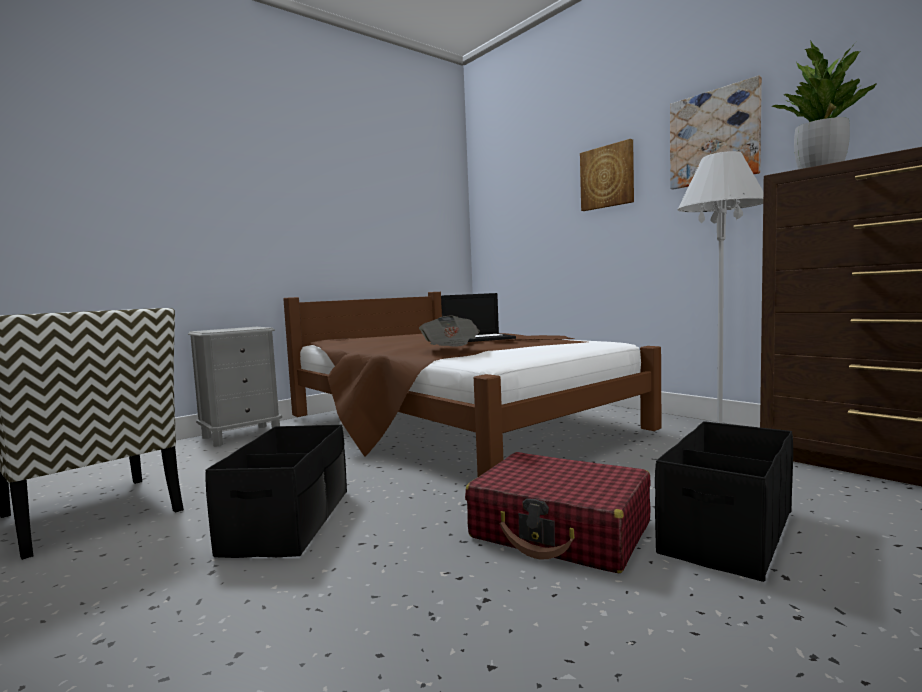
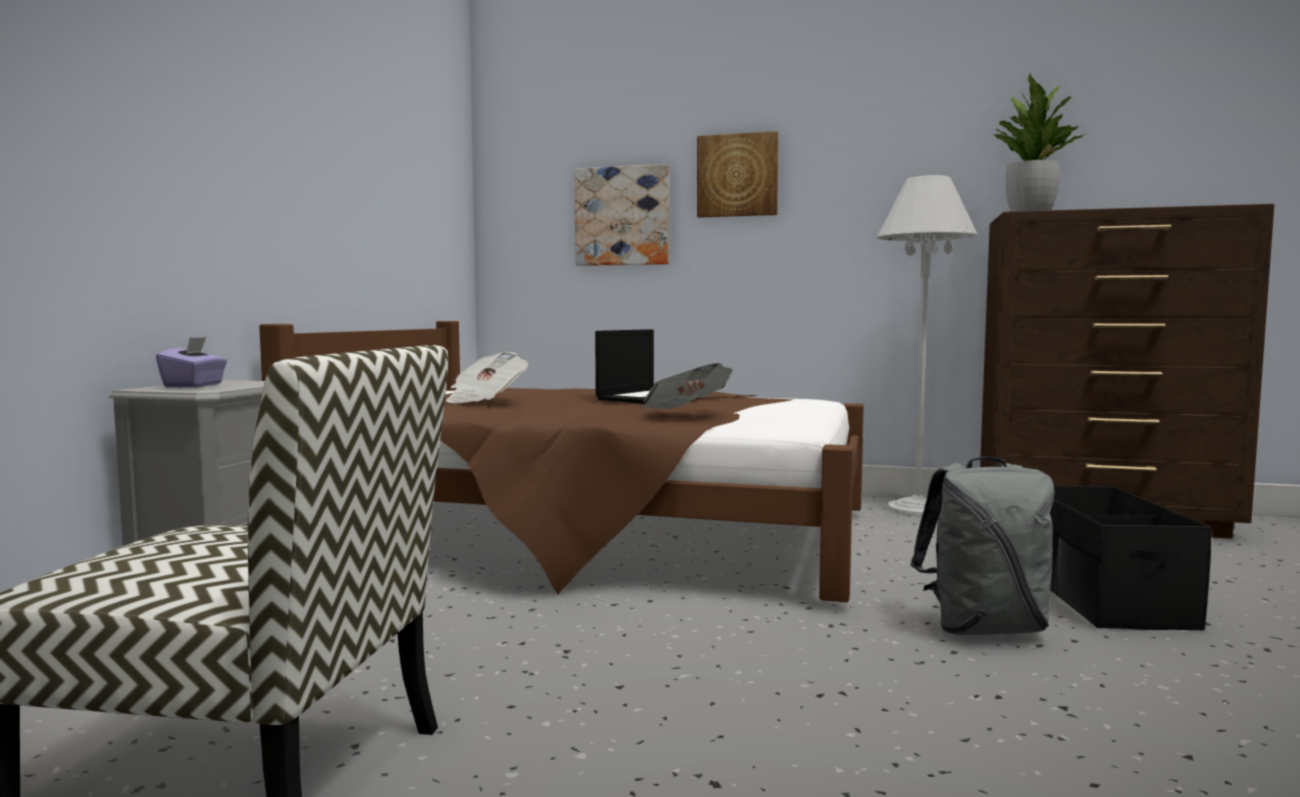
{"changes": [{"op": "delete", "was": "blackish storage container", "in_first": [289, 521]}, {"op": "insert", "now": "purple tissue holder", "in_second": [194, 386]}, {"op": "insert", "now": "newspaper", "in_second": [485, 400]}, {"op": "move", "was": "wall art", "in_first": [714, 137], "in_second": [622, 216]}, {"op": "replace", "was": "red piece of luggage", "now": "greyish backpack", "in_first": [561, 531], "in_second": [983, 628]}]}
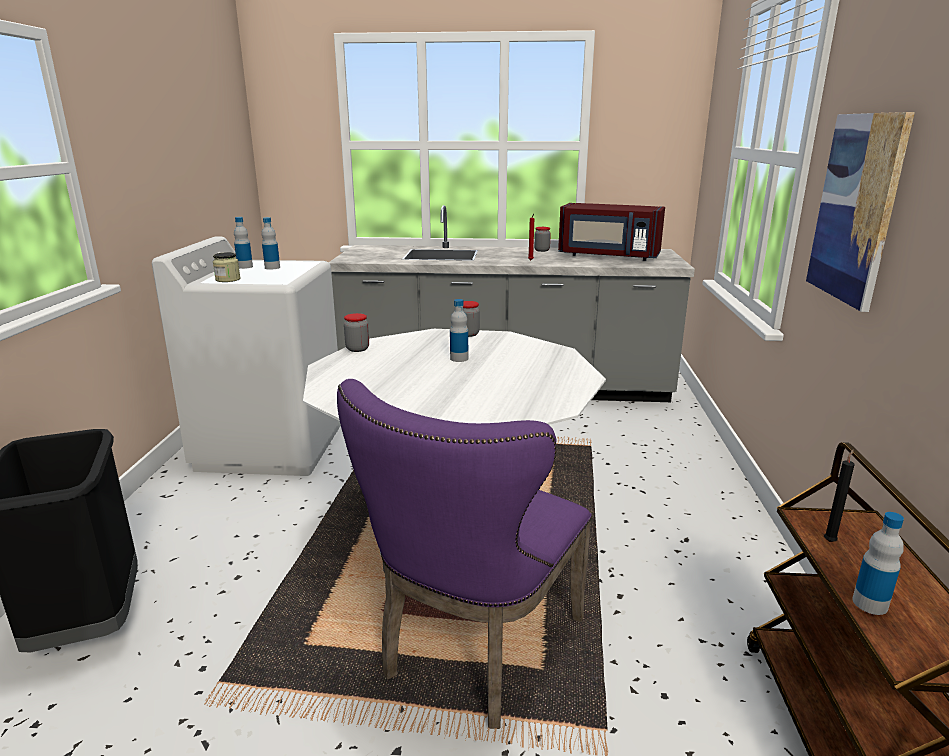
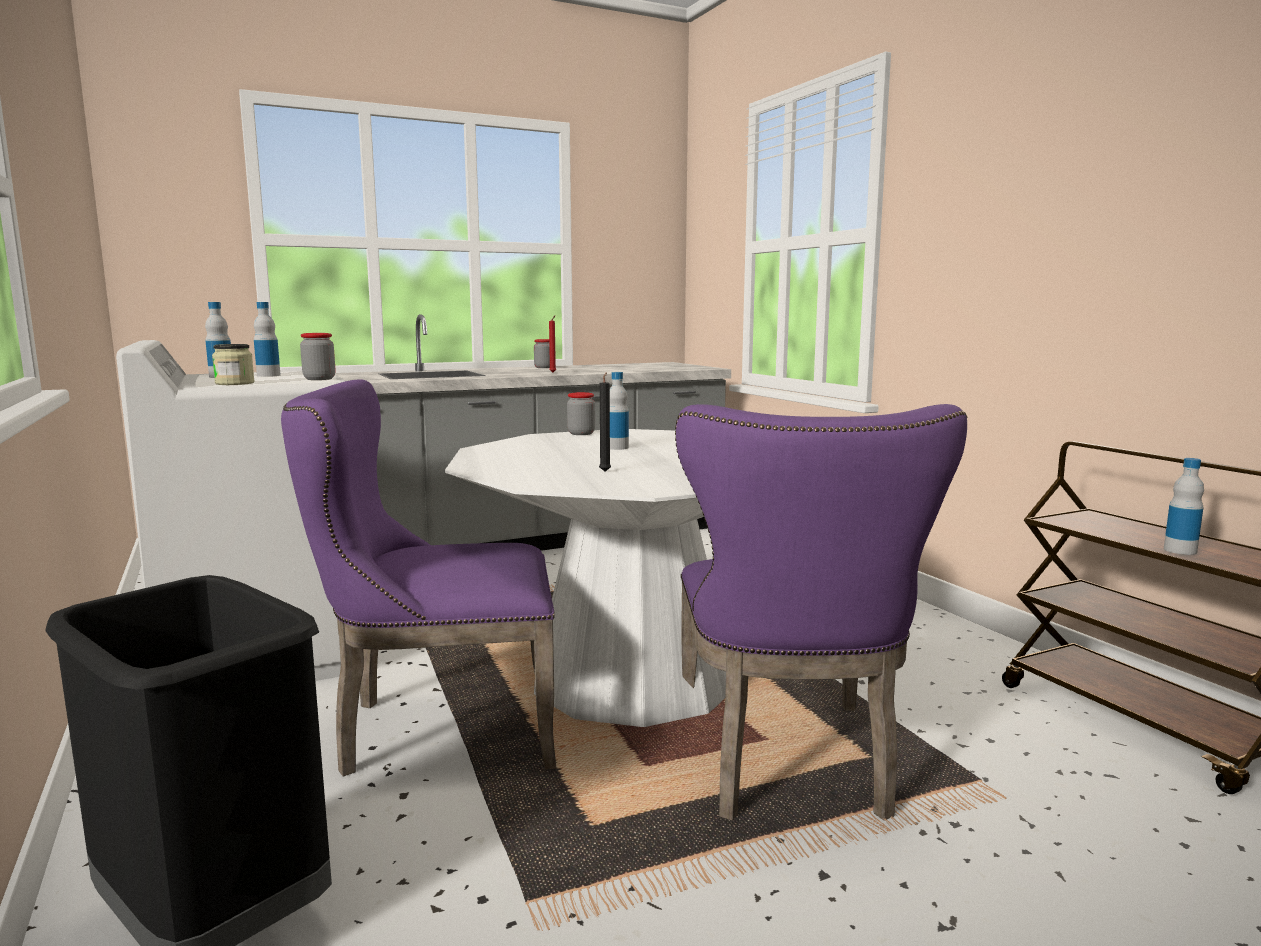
{"changes": [{"op": "delete", "was": "red microwave oven", "in_first": [608, 256]}, {"op": "delete", "was": "wall art", "in_first": [856, 208]}, {"op": "insert", "now": "purple upright chair", "in_second": [436, 730]}, {"op": "move", "was": "preserve jar", "in_first": [357, 349], "in_second": [319, 379]}, {"op": "move", "was": "blackish candle", "in_first": [830, 541], "in_second": [605, 471]}]}
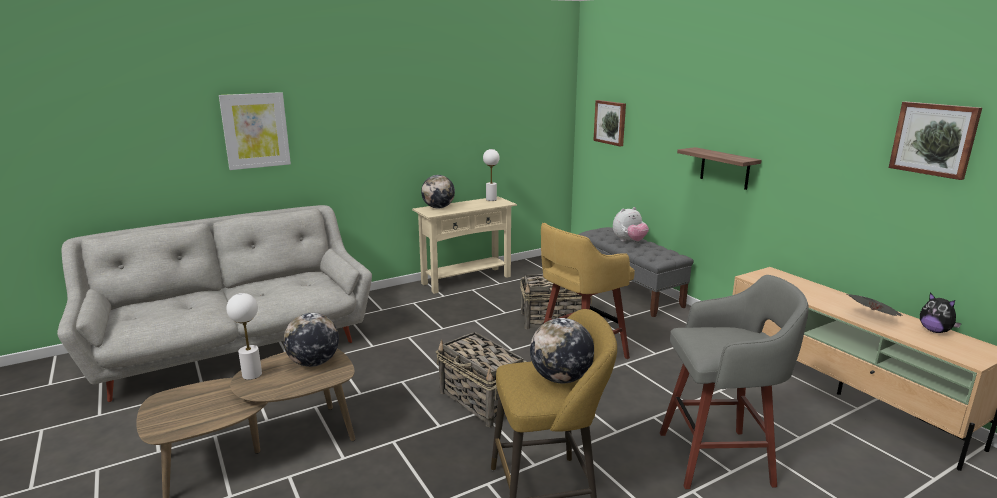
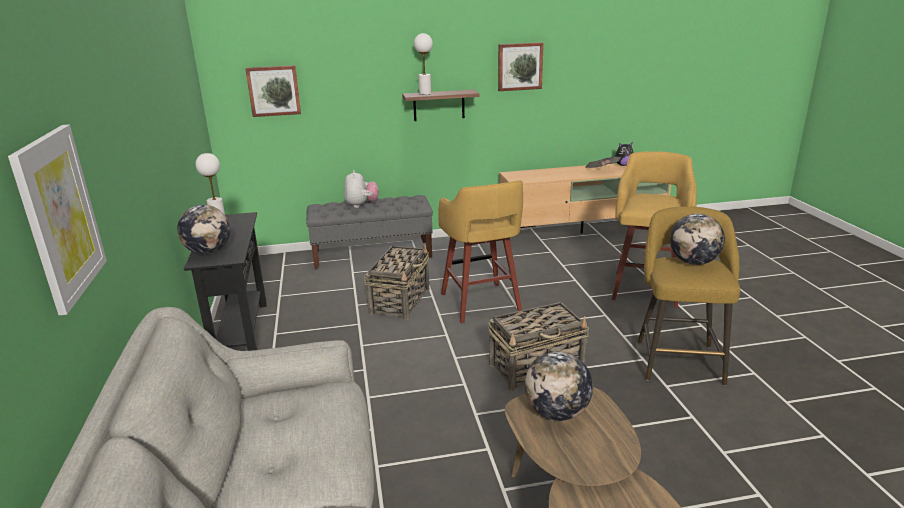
{"changes": [{"op": "move", "was": "white-coloured tabletop lamp", "in_first": [252, 374], "in_second": [425, 93]}, {"op": "move", "was": "wall art", "in_first": [934, 139], "in_second": [519, 66]}, {"op": "recolor", "was": "sand-coloured console table", "now": "blackish console table", "in_first": [466, 280], "in_second": [241, 333]}, {"op": "recolor", "was": "greyish sitting stool", "now": "yellow-coloured sitting stool", "in_first": [719, 458], "in_second": [645, 288]}]}
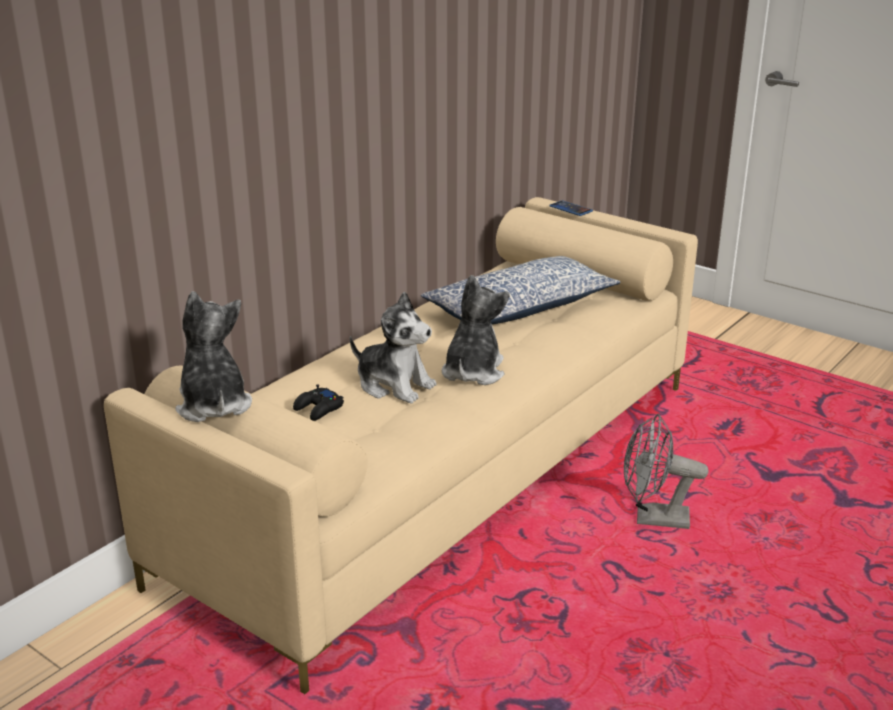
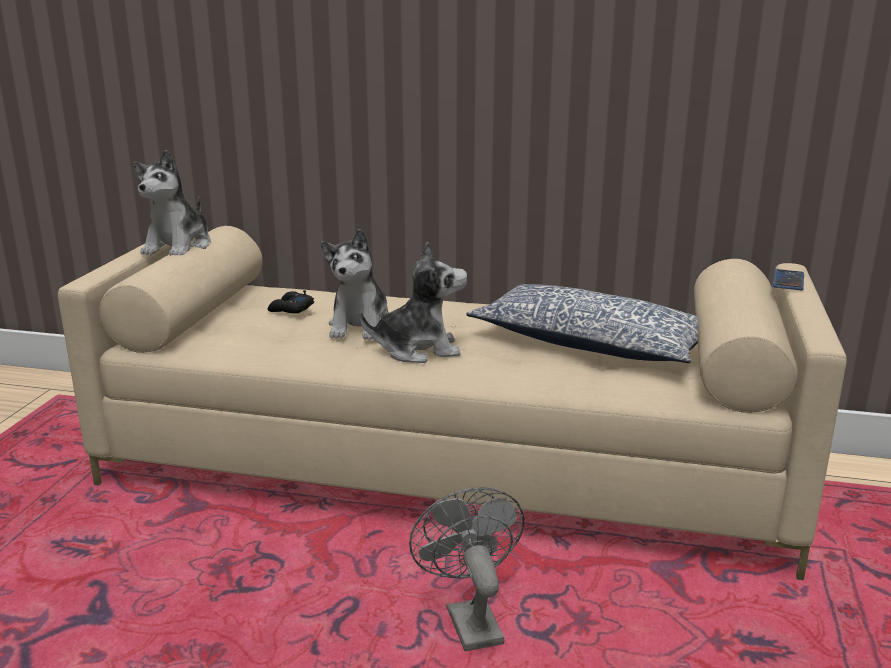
{"changes": [{"op": "rotate", "was": "soft toy", "in_first": [213, 405], "in_second": [179, 246], "clockwise": 150}]}
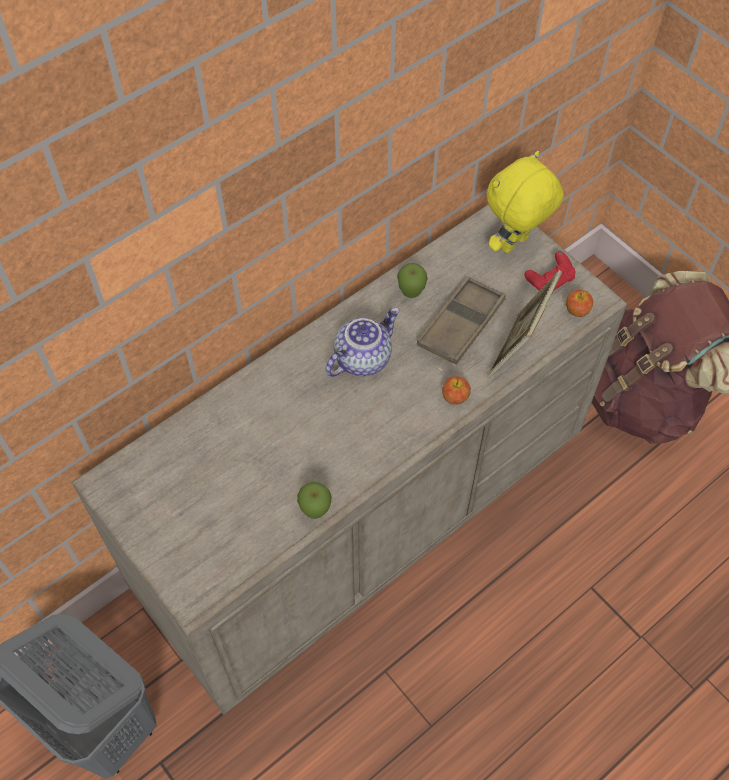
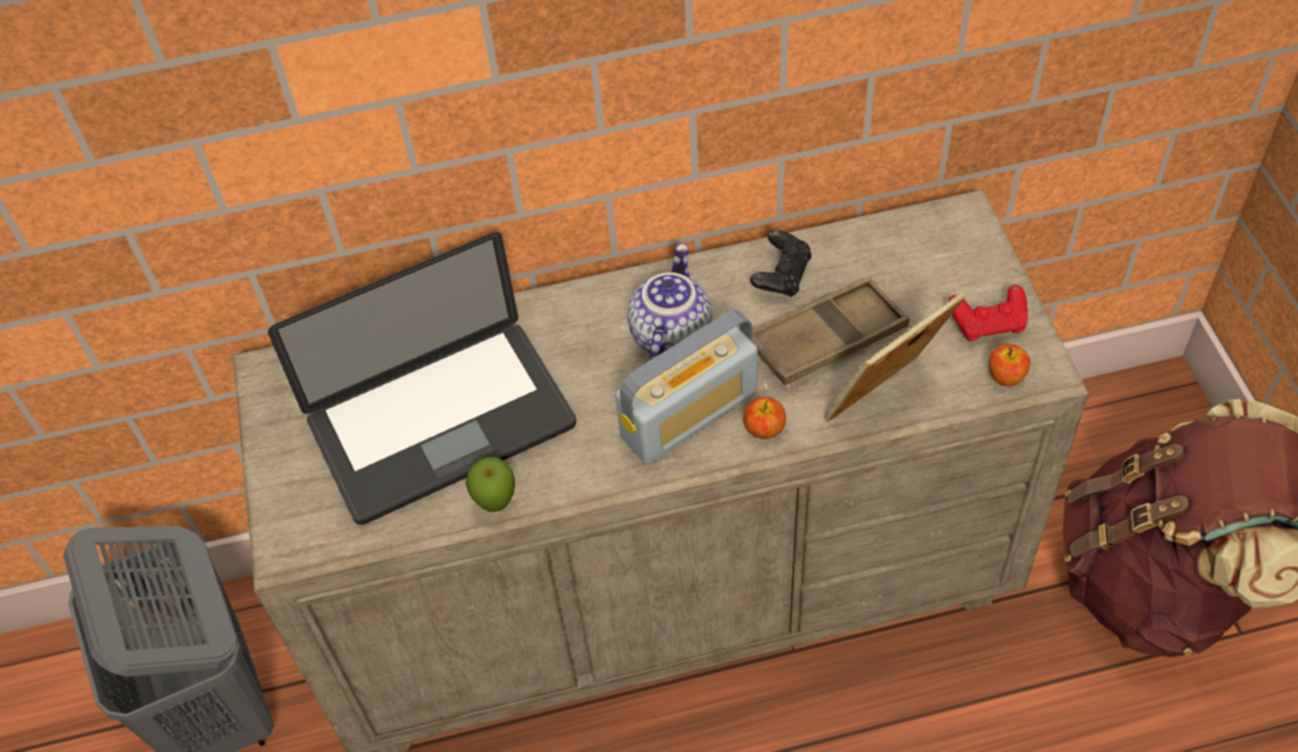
{"changes": [{"op": "delete", "was": "yellow-coloured soft toy", "in_first": [515, 245]}, {"op": "insert", "now": "laptop", "in_second": [441, 424]}, {"op": "insert", "now": "radio", "in_second": [689, 414]}, {"op": "replace", "was": "whole apple", "now": "blackish gamepad", "in_first": [411, 294], "in_second": [781, 275]}, {"op": "rotate", "was": "pot for tea", "in_first": [362, 357], "in_second": [669, 334], "clockwise": -60}]}
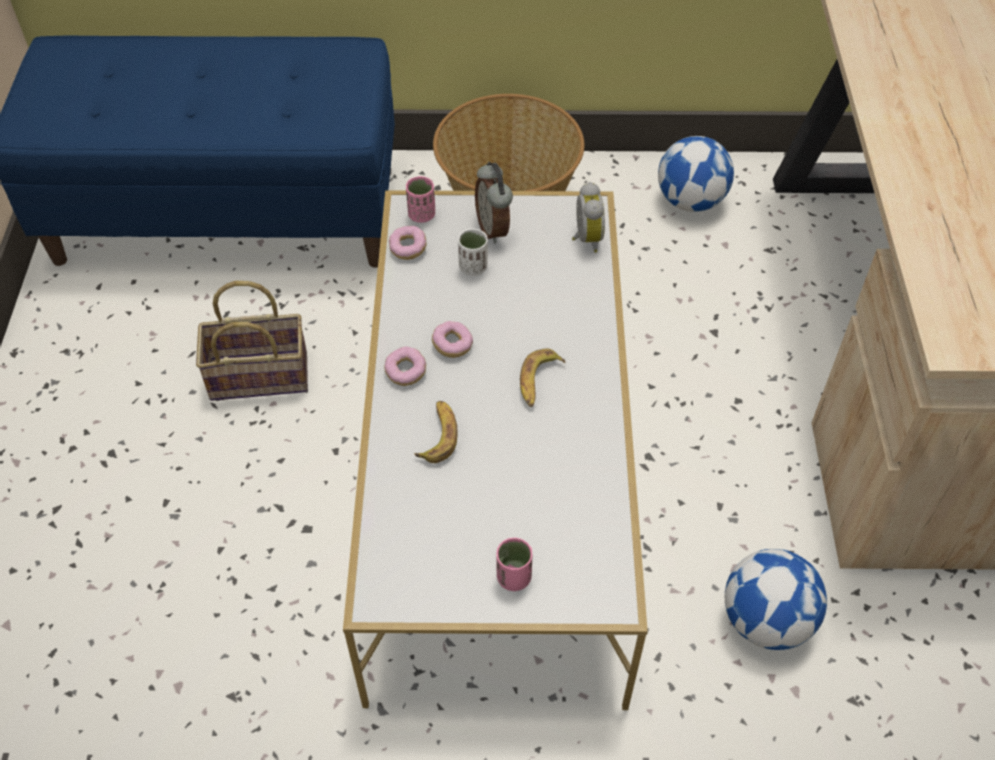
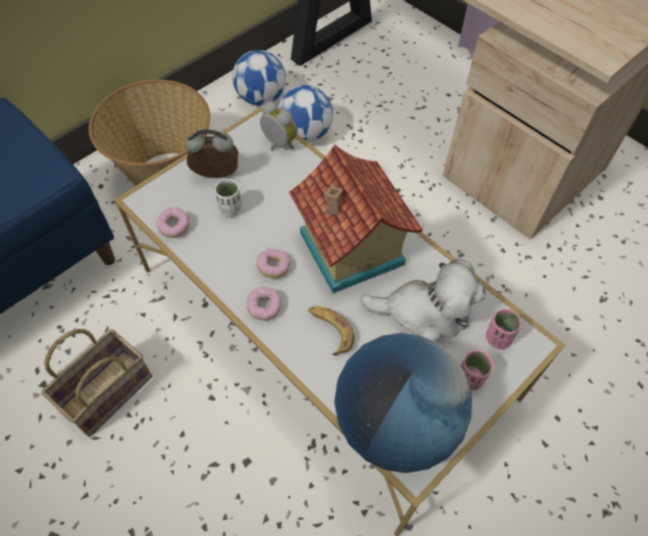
{"changes": [{"op": "insert", "now": "world globe", "in_second": [395, 423]}, {"op": "insert", "now": "soft toy", "in_second": [424, 313]}, {"op": "move", "was": "pink small cup", "in_first": [421, 215], "in_second": [498, 338]}, {"op": "move", "was": "football ball", "in_first": [766, 621], "in_second": [305, 134]}, {"op": "replace", "was": "banana fruit", "now": "miniature house", "in_first": [538, 382], "in_second": [349, 250]}, {"op": "rotate", "was": "table clock", "in_first": [494, 229], "in_second": [216, 176], "clockwise": 150}]}
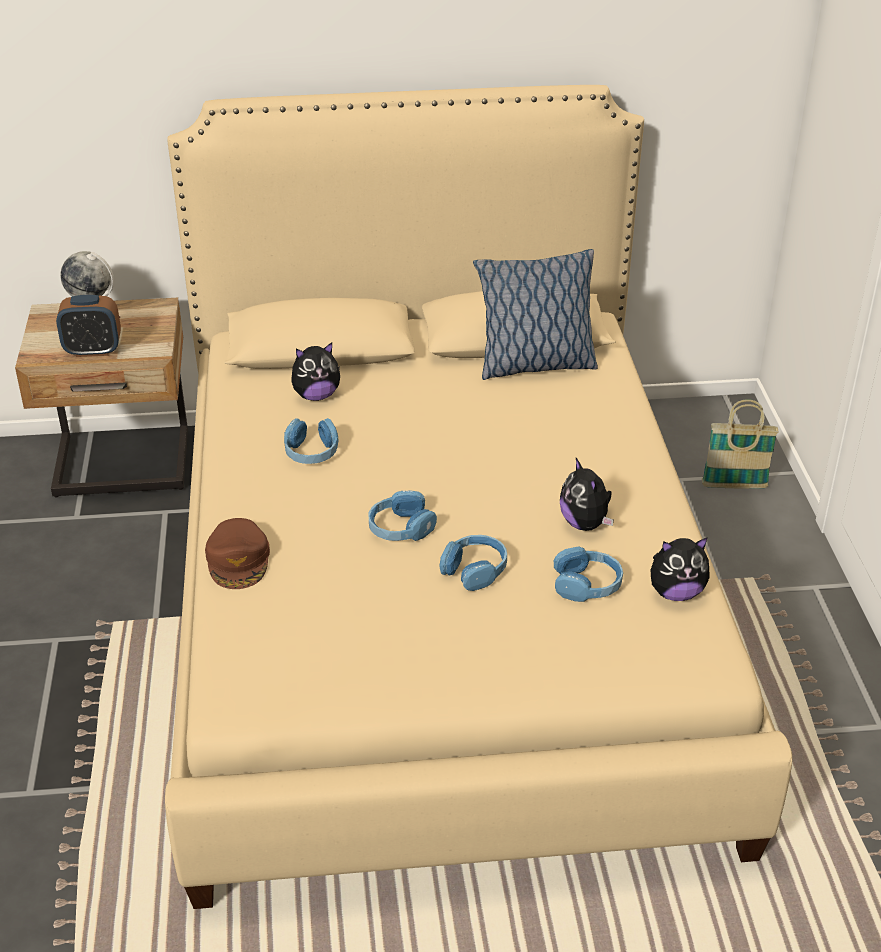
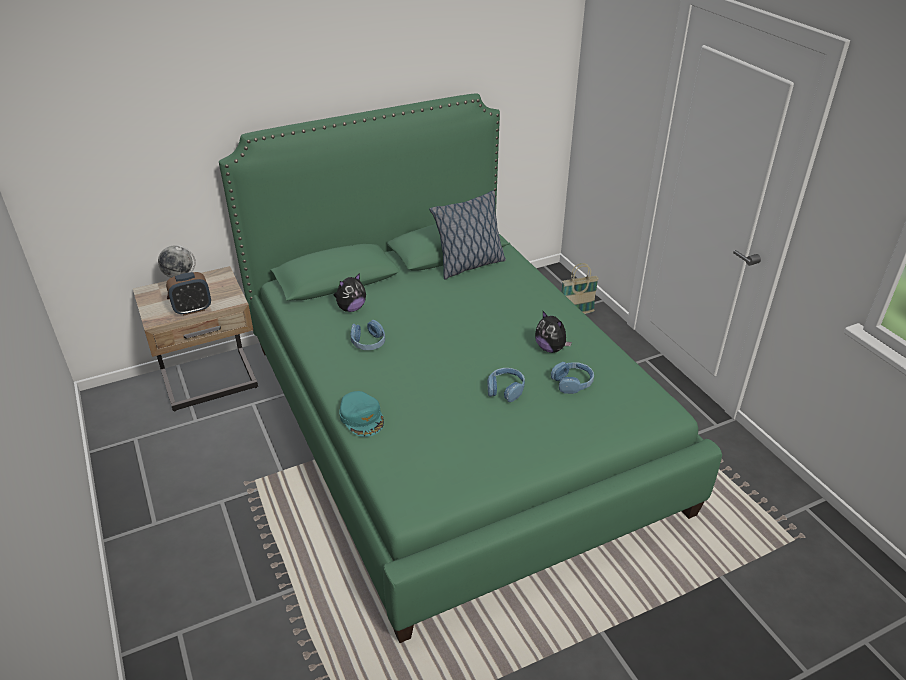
{"changes": [{"op": "delete", "was": "blue headset", "in_first": [400, 528]}, {"op": "delete", "was": "soft toy", "in_first": [675, 592]}, {"op": "recolor", "was": "sand-coloured bedroom bed", "now": "greenish bedroom bed", "in_first": [438, 610], "in_second": [451, 422]}, {"op": "recolor", "was": "brownish cap", "now": "blue-green cap", "in_first": [239, 560], "in_second": [362, 418]}]}
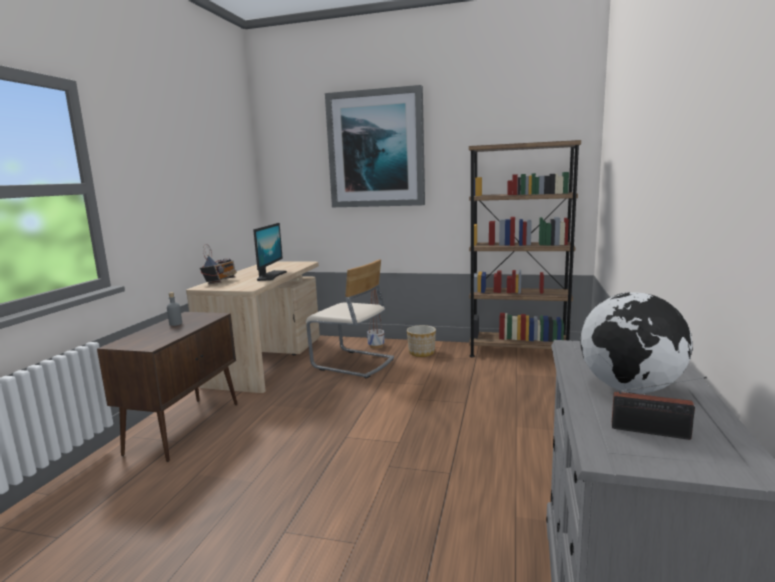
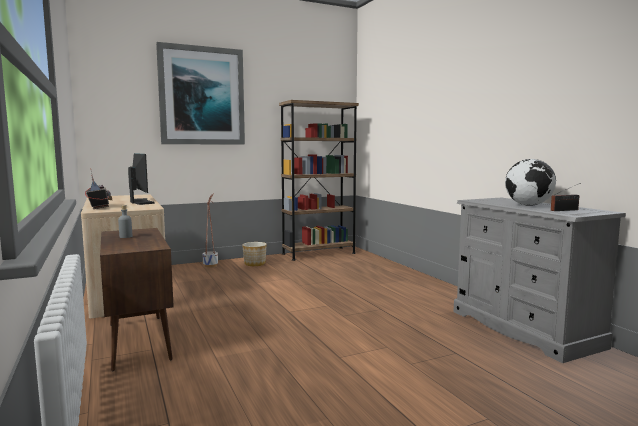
{"changes": [{"op": "delete", "was": "sand-coloured upright chair", "in_first": [352, 363]}]}
